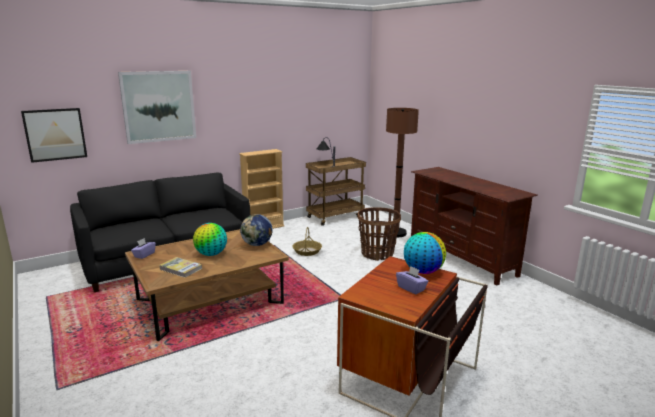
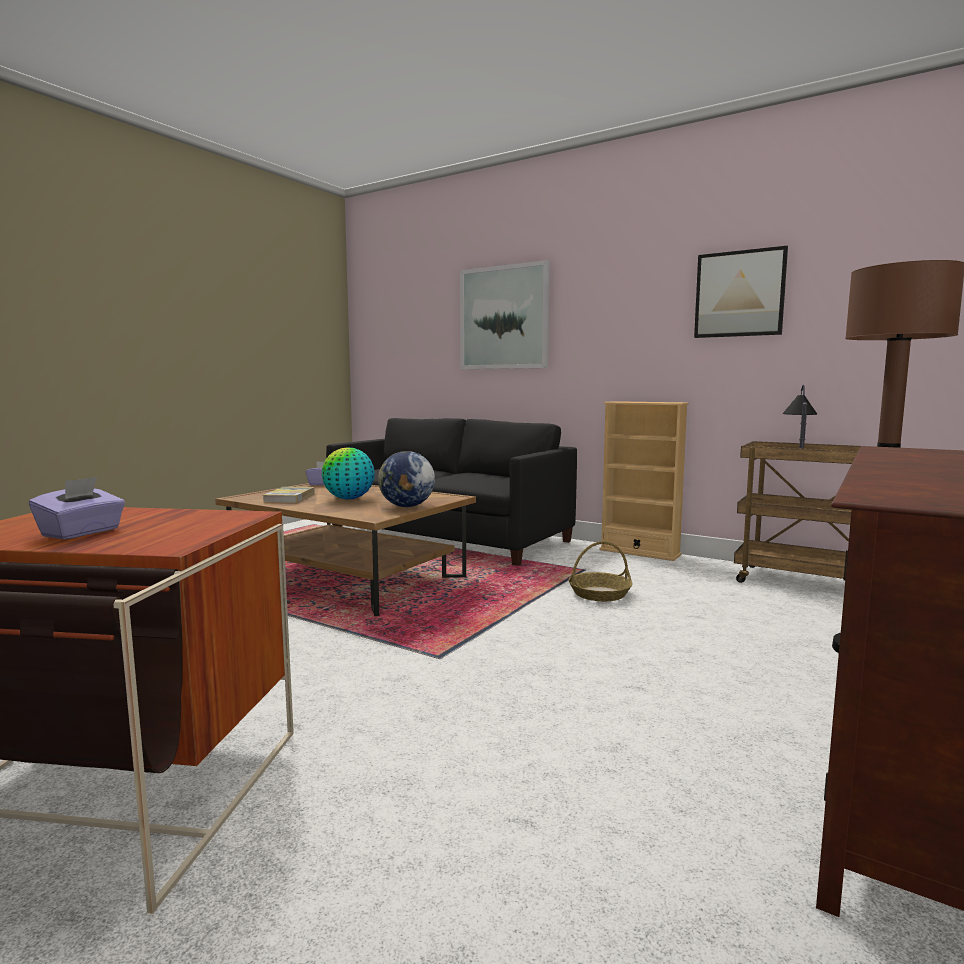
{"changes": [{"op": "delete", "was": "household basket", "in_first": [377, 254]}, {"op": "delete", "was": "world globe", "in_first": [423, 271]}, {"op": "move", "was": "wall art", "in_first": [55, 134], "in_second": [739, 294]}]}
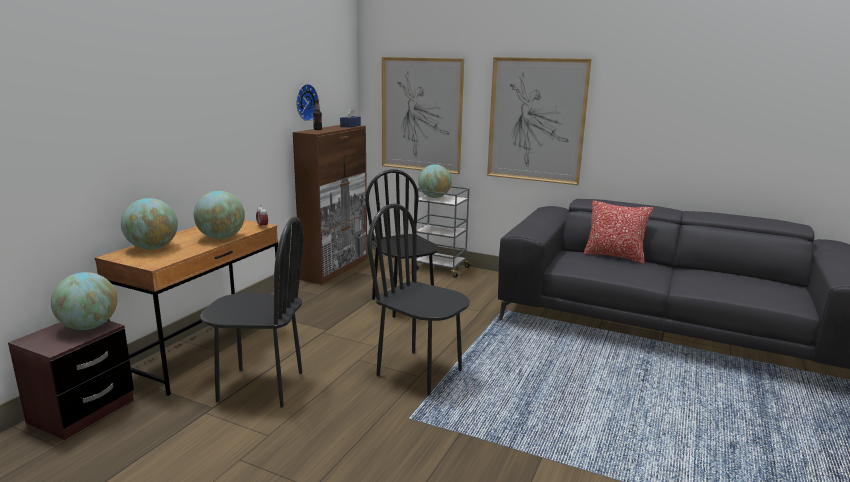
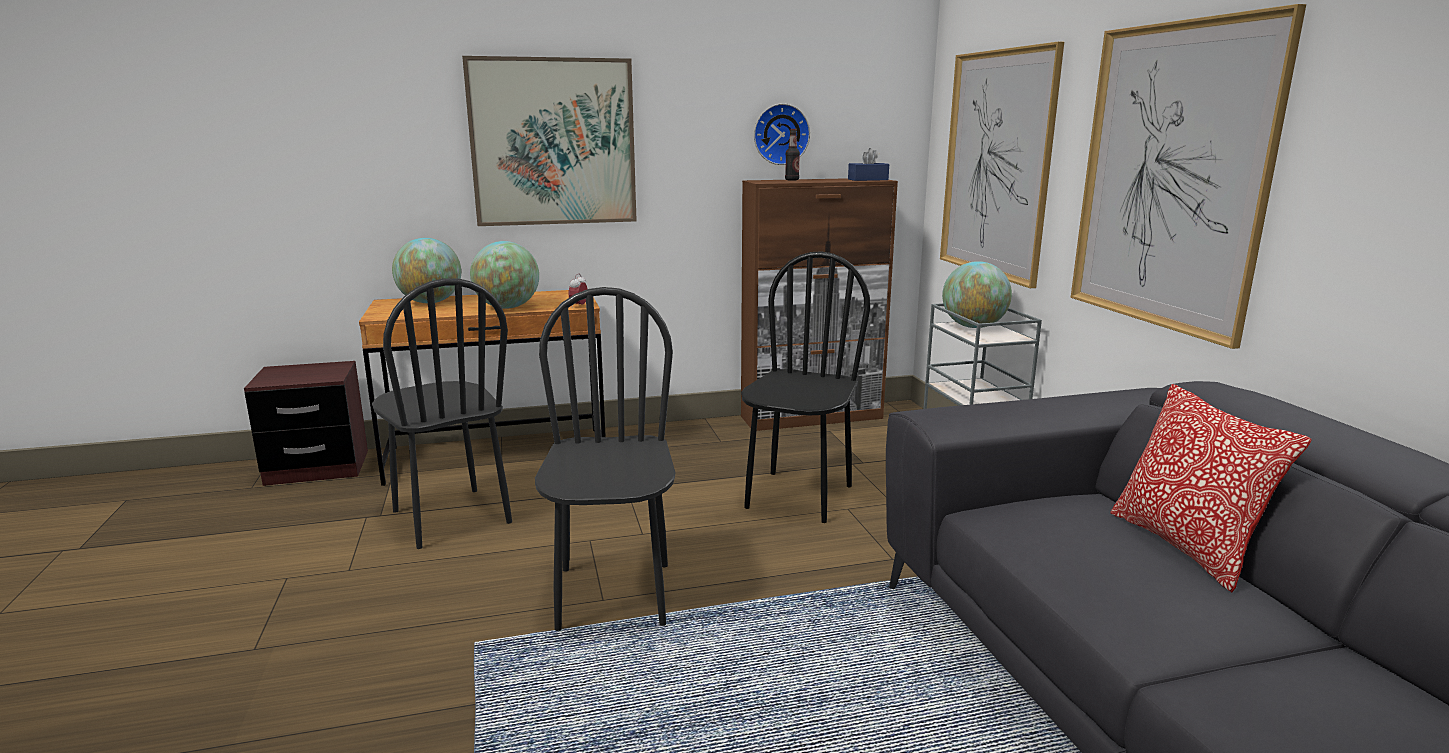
{"changes": [{"op": "delete", "was": "world globe", "in_first": [89, 326]}, {"op": "insert", "now": "wall art", "in_second": [553, 142]}]}
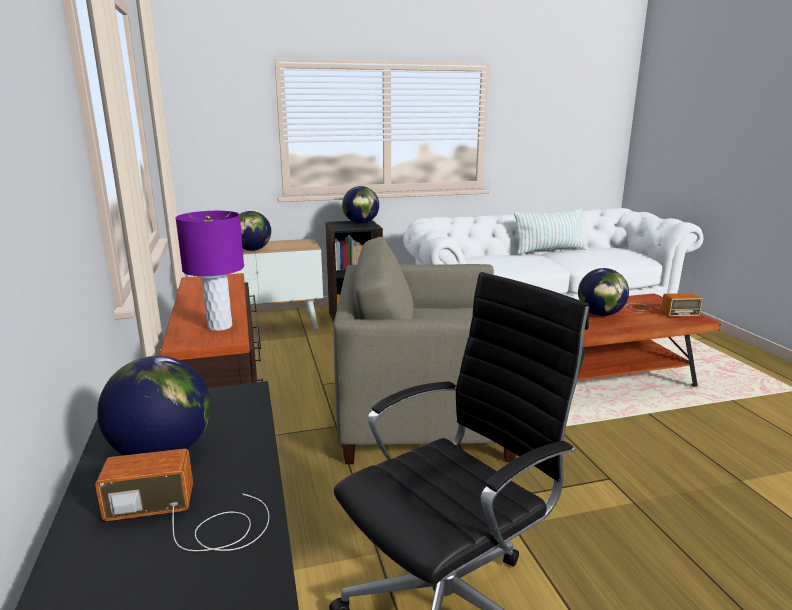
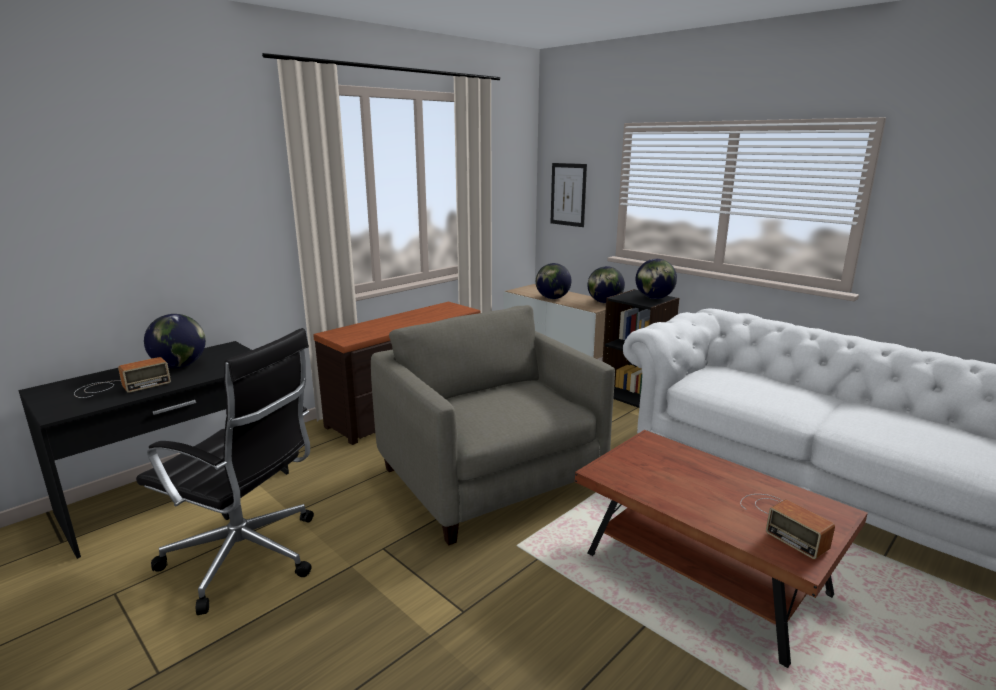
{"changes": [{"op": "delete", "was": "purple tabletop lamp", "in_first": [219, 326]}, {"op": "delete", "was": "cushion", "in_first": [549, 251]}, {"op": "insert", "now": "wall art", "in_second": [568, 194]}, {"op": "move", "was": "world globe", "in_first": [600, 314], "in_second": [604, 302]}, {"op": "rotate", "was": "radio", "in_first": [190, 518], "in_second": [120, 387], "clockwise": 90}]}
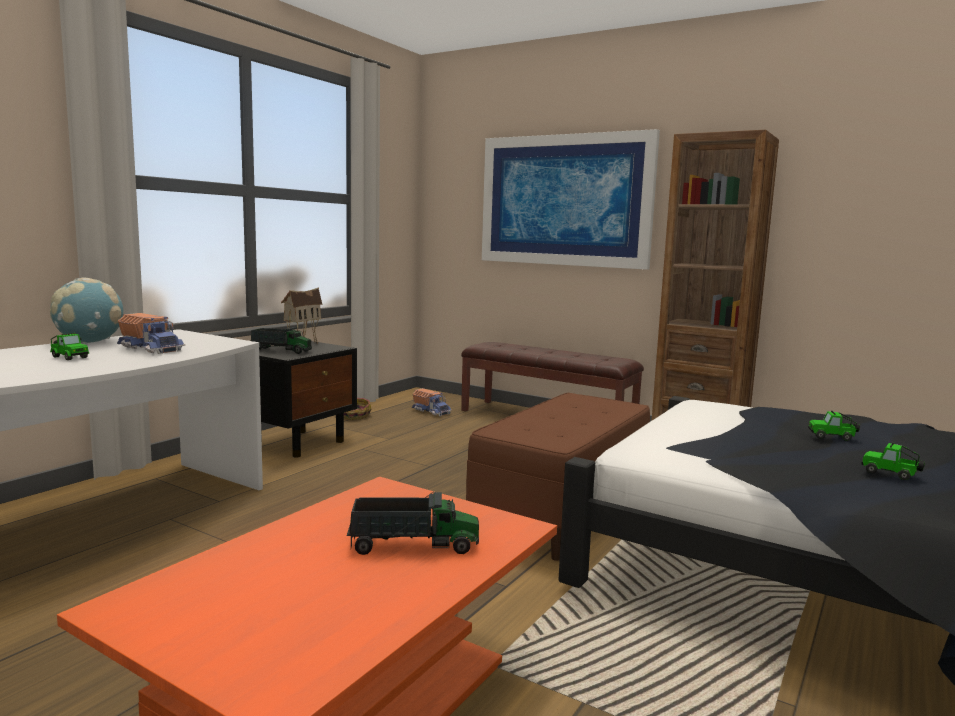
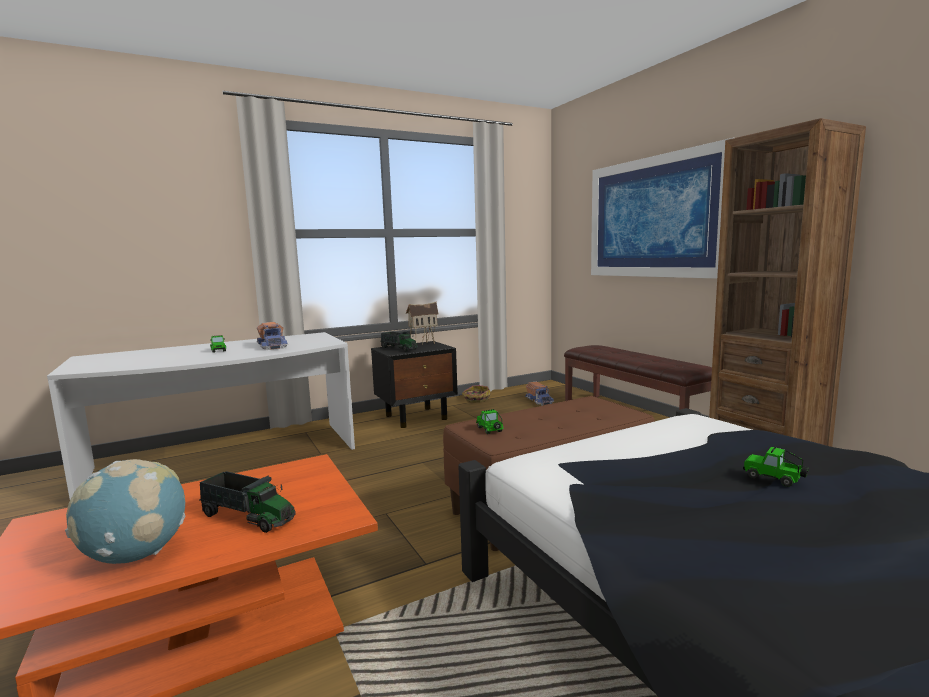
{"changes": [{"op": "move", "was": "world globe", "in_first": [90, 342], "in_second": [136, 555]}, {"op": "move", "was": "miniature car", "in_first": [891, 474], "in_second": [490, 430]}]}
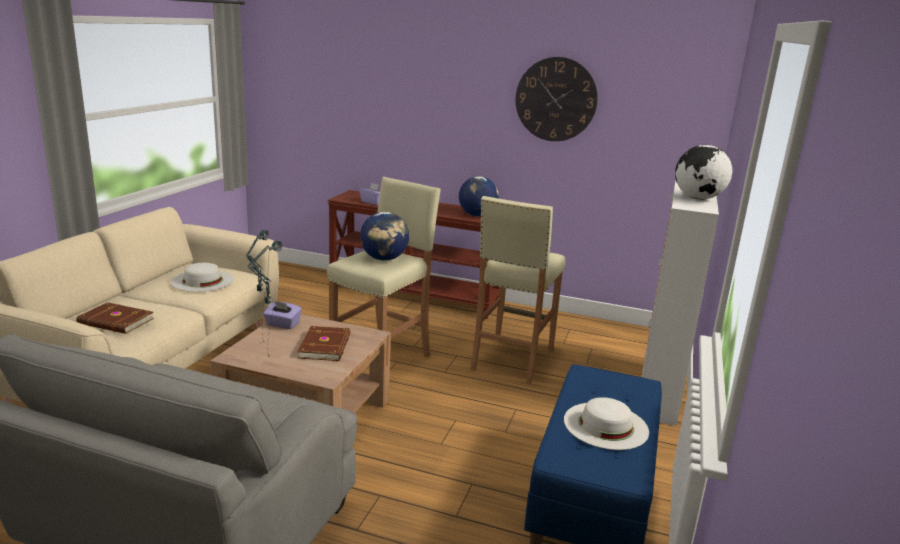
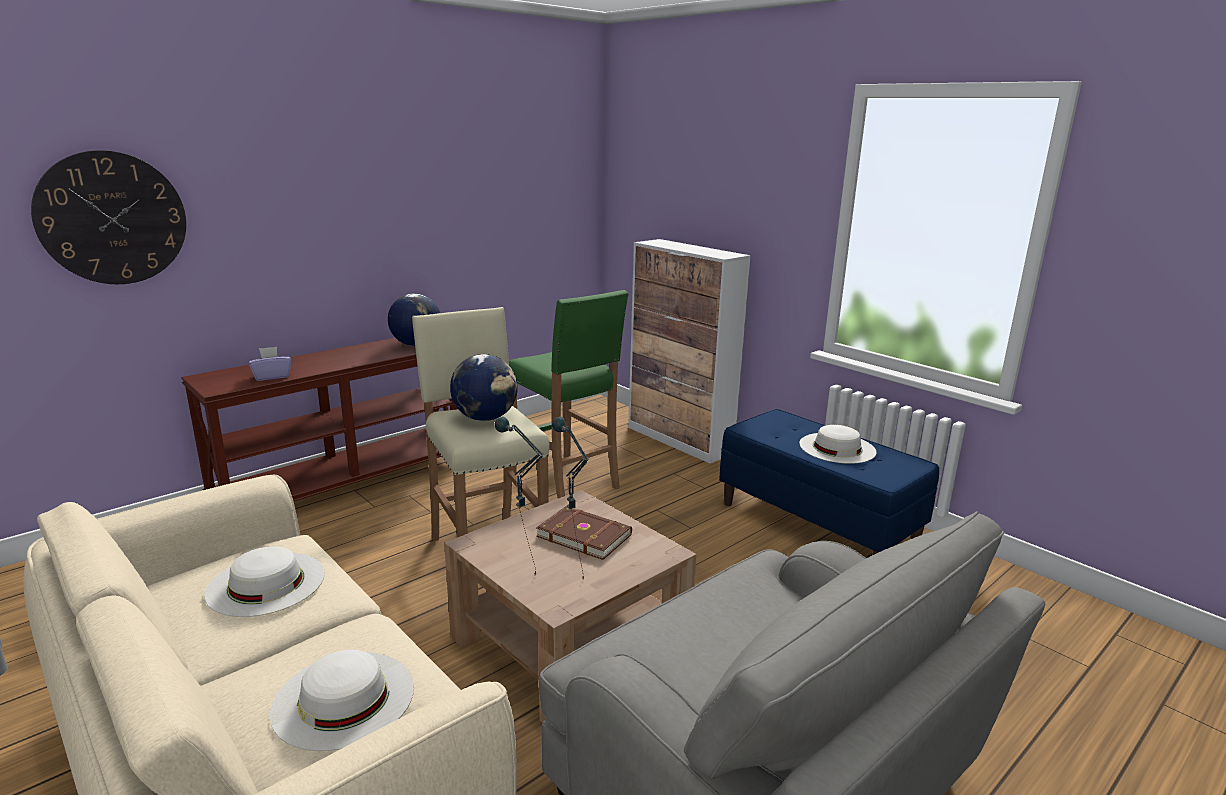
{"changes": [{"op": "delete", "was": "purple tissue holder", "in_first": [282, 324]}, {"op": "delete", "was": "world globe", "in_first": [698, 198]}, {"op": "move", "was": "clock on the wall", "in_first": [556, 99], "in_second": [112, 218]}, {"op": "replace", "was": "brownish volume", "now": "white-coloured clothing hat", "in_first": [115, 322], "in_second": [343, 698]}, {"op": "recolor", "was": "sand-coloured sitting stool", "now": "greenish sitting stool", "in_first": [511, 360], "in_second": [564, 481]}]}
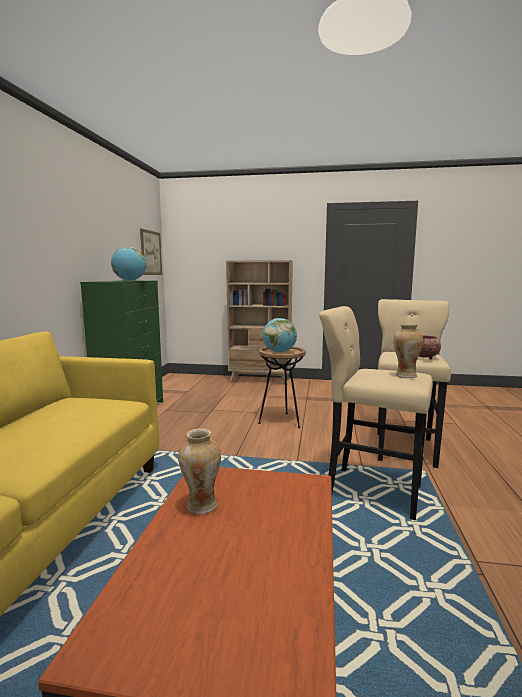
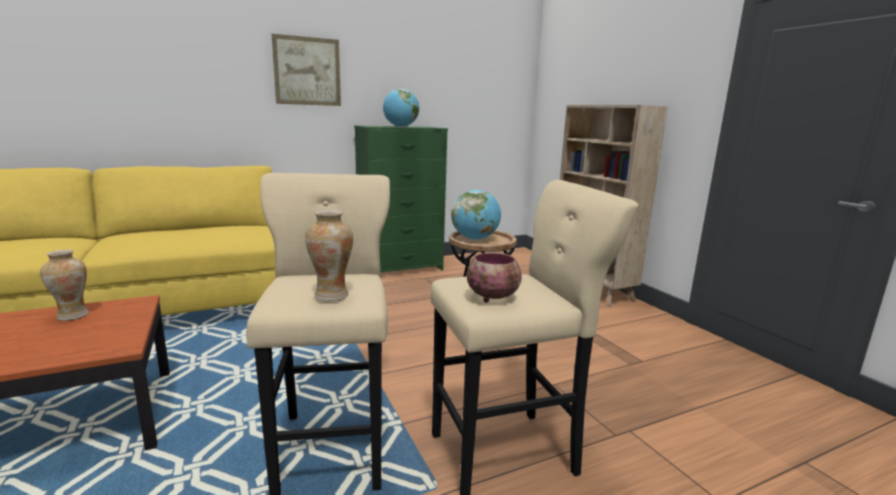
{"changes": [{"op": "move", "was": "wall art", "in_first": [151, 253], "in_second": [307, 71]}]}
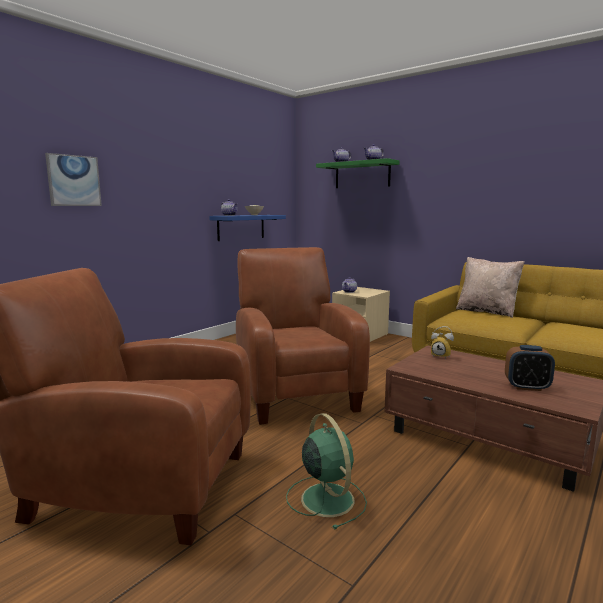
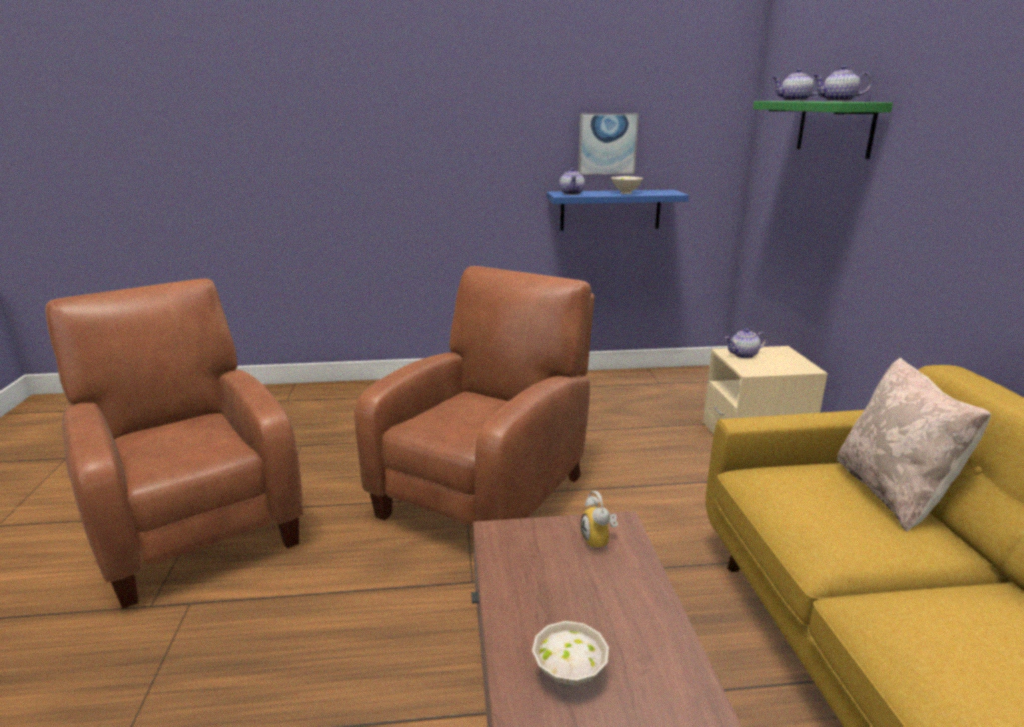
{"changes": [{"op": "delete", "was": "greenish electric fan", "in_first": [326, 498]}, {"op": "move", "was": "wall art", "in_first": [74, 180], "in_second": [607, 144]}, {"op": "replace", "was": "table clock", "now": "white-coloured serving bowl", "in_first": [527, 387], "in_second": [571, 676]}]}
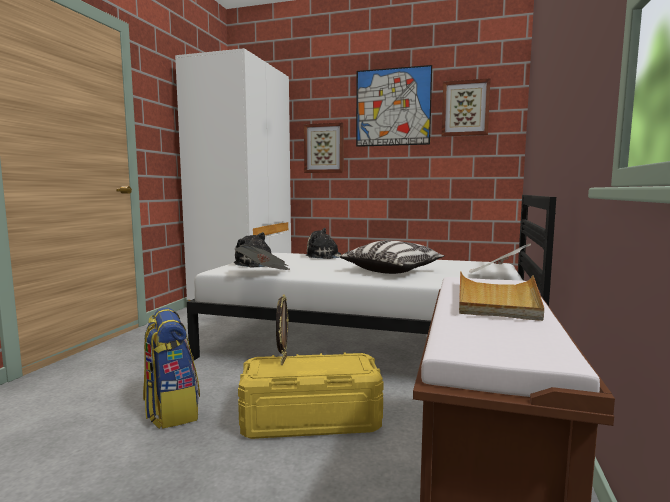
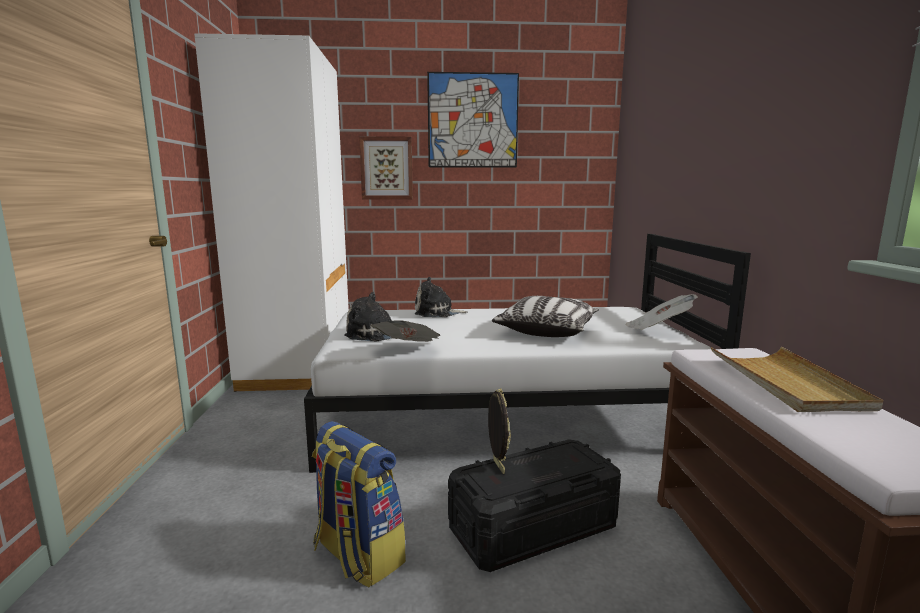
{"changes": [{"op": "delete", "was": "wall art", "in_first": [465, 108]}, {"op": "recolor", "was": "yellow-coloured storage container", "now": "blackish storage container", "in_first": [310, 419], "in_second": [532, 528]}]}
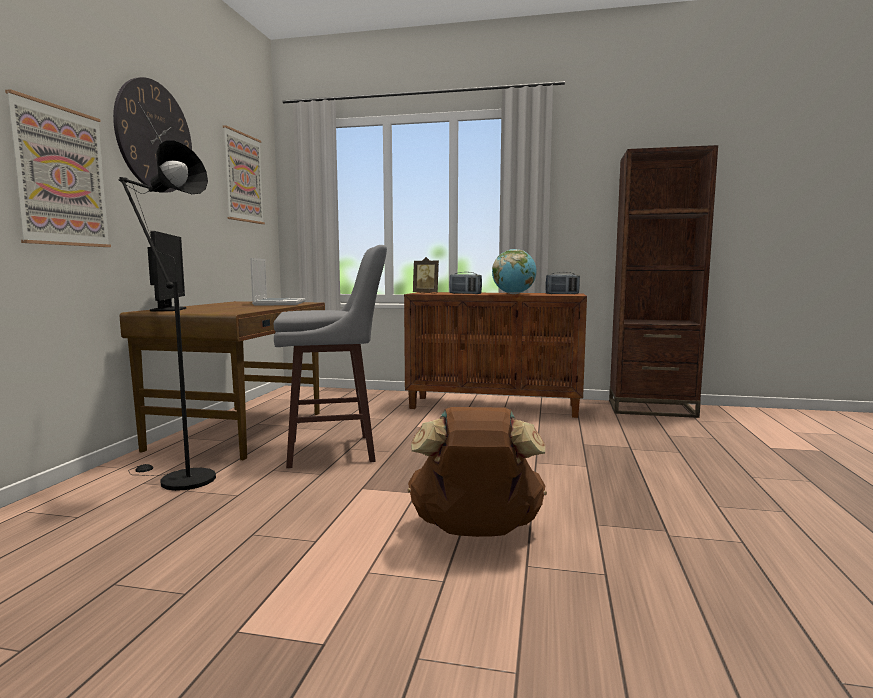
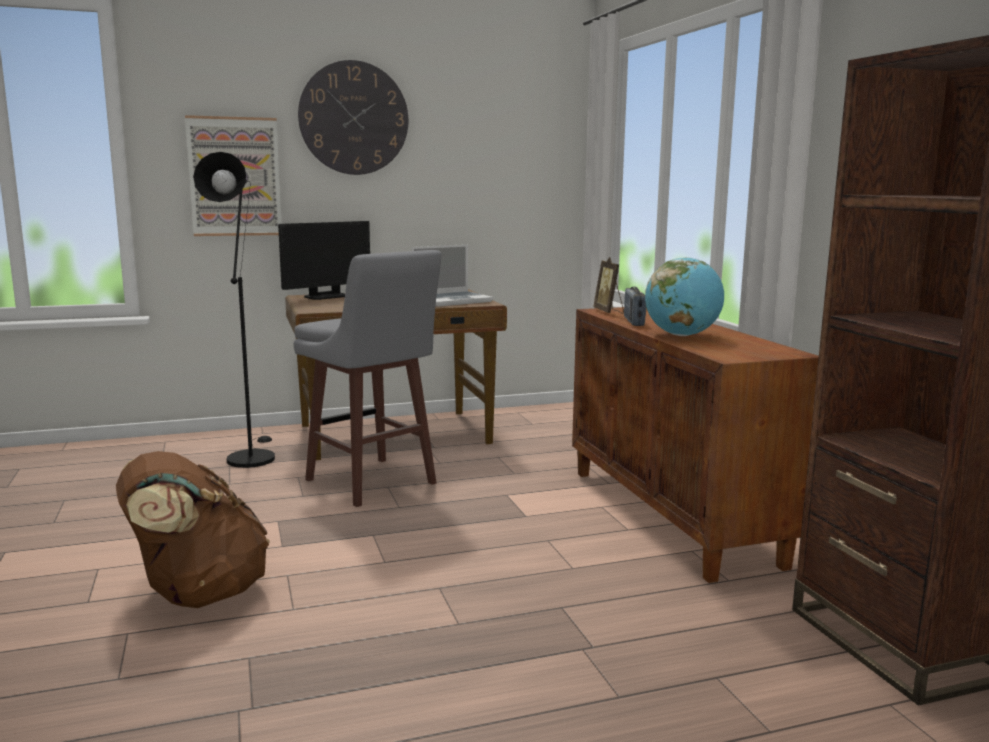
{"changes": [{"op": "delete", "was": "wall art", "in_first": [243, 178]}, {"op": "delete", "was": "radio", "in_first": [562, 294]}]}
